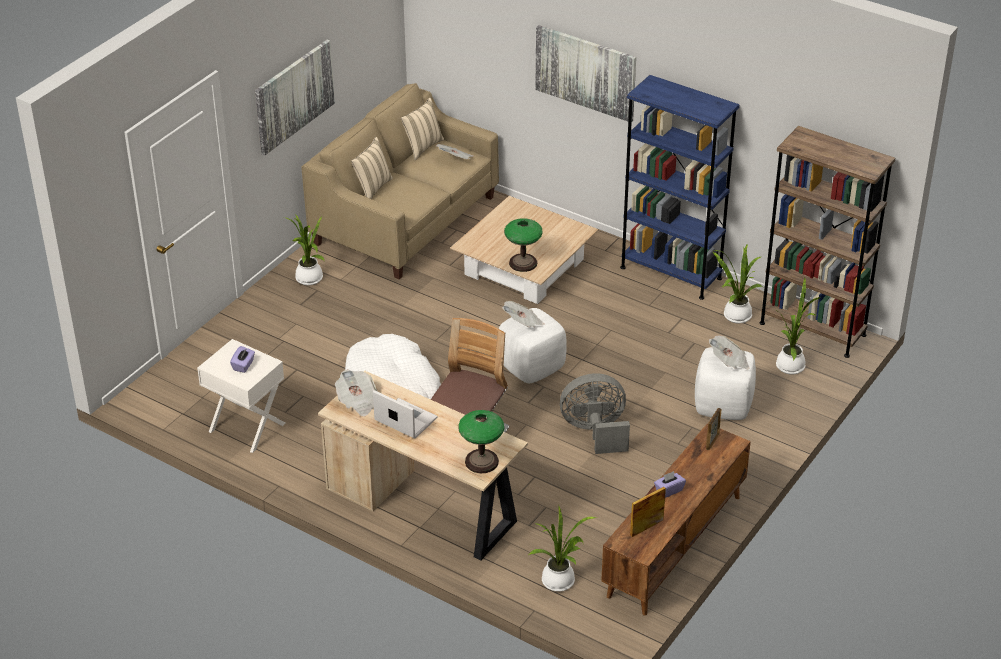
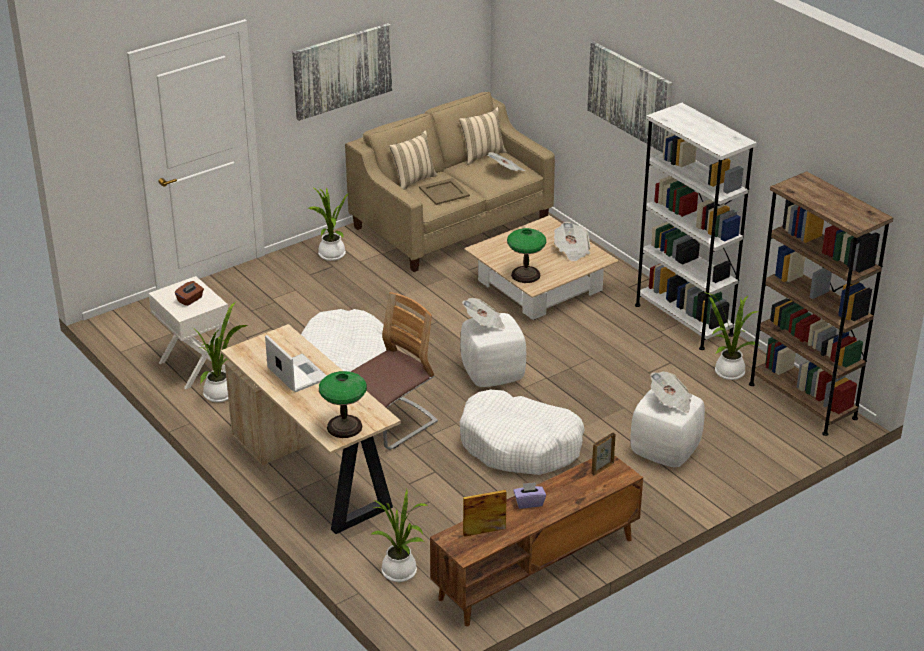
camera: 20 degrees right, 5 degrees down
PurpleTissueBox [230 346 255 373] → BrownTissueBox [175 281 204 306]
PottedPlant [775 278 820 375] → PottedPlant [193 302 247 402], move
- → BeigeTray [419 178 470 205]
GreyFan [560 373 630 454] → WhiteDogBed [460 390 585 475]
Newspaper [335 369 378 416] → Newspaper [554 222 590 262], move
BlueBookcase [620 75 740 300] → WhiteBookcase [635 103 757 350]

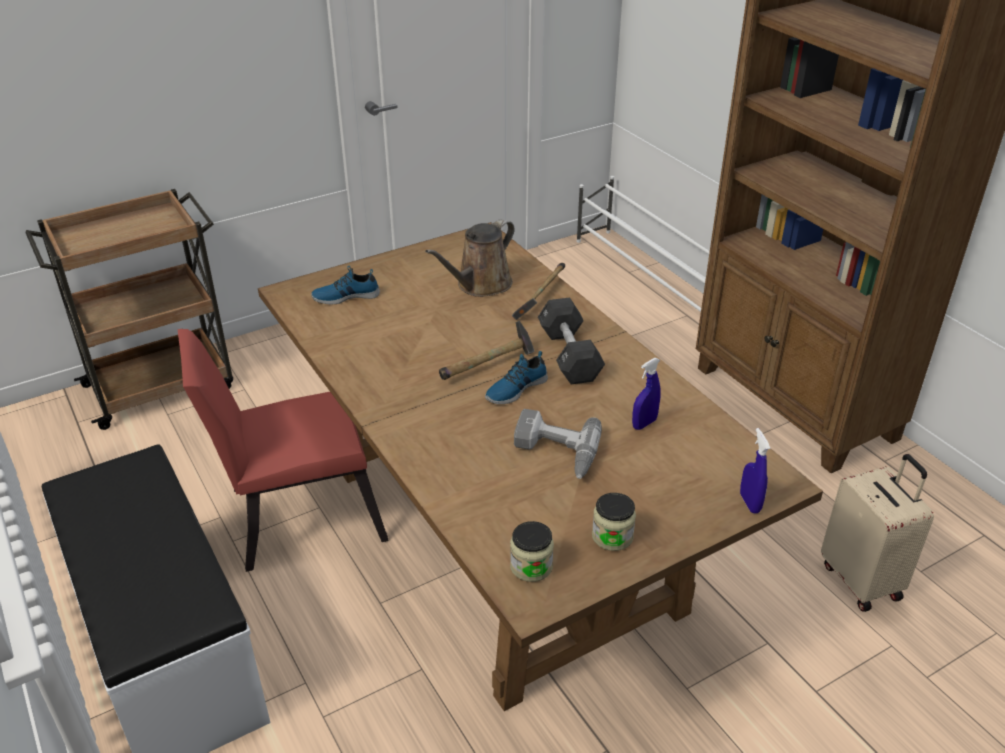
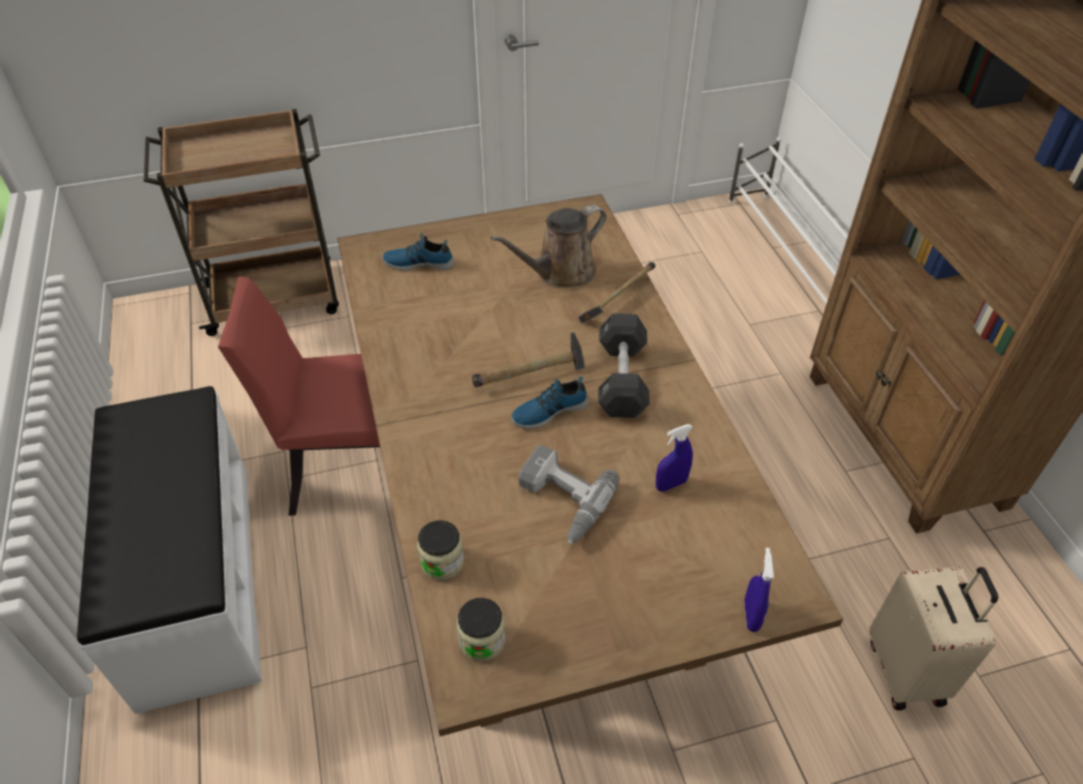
camera: 15 degrees right, 10 degrees up
Jar [592 493 636 551] → Jar [417 520 464 580], move

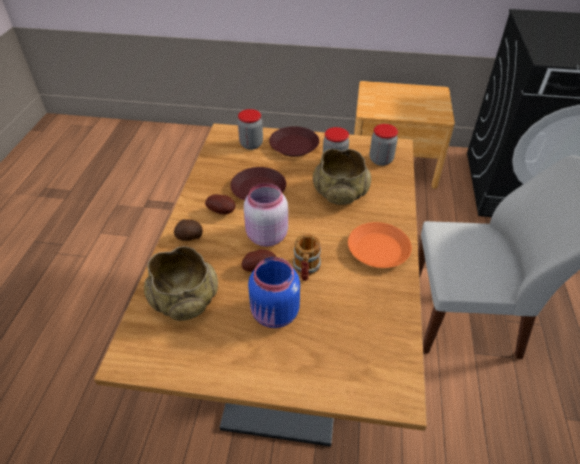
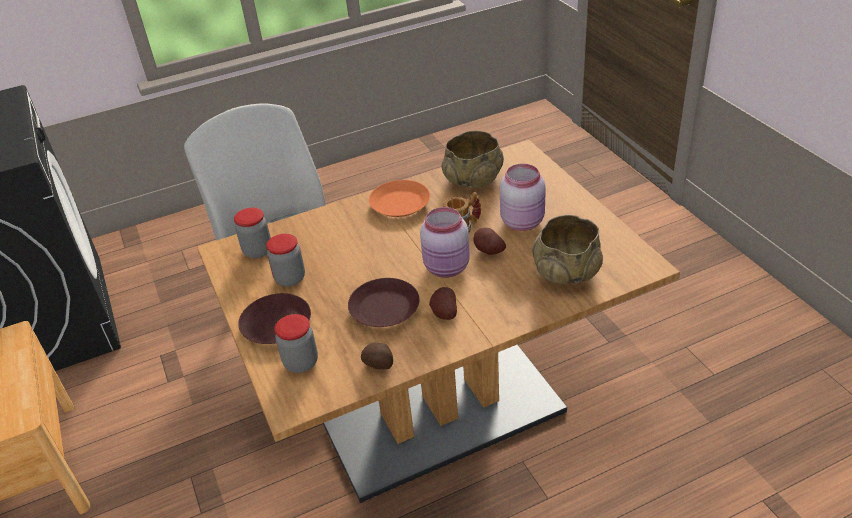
camera: 120 degrees left, 5 degrees down
Potato [174 219 203 241] → Potato [361 342 393 370], move
BeigeBowl [313 149 371 205] → BeigeBowl [441 131 504 188], move
BlueJar [248 257 300 328] → PinkJar [500 164 546 231]

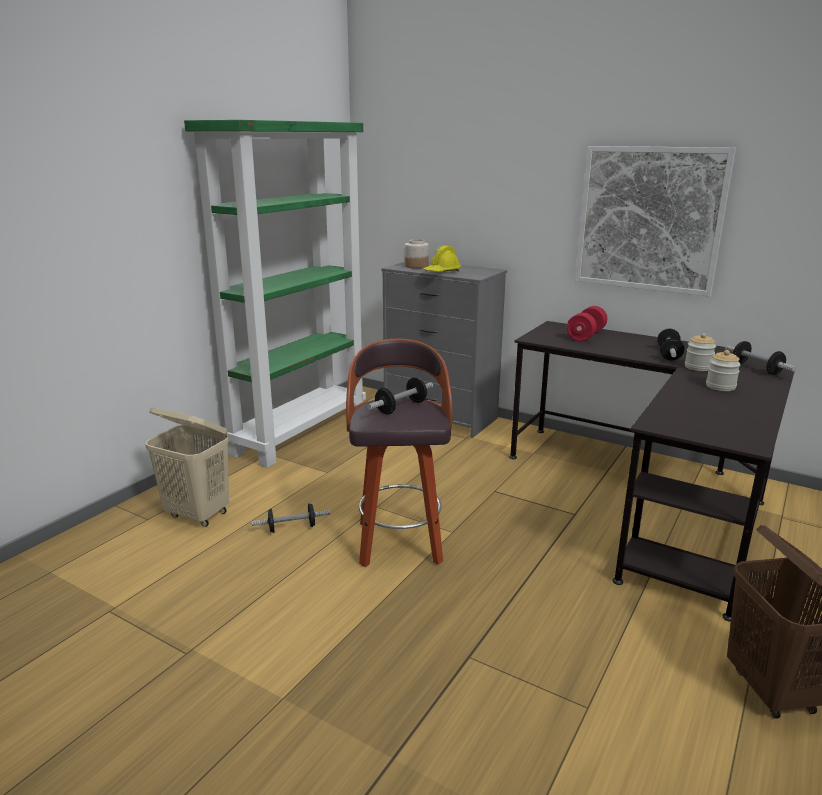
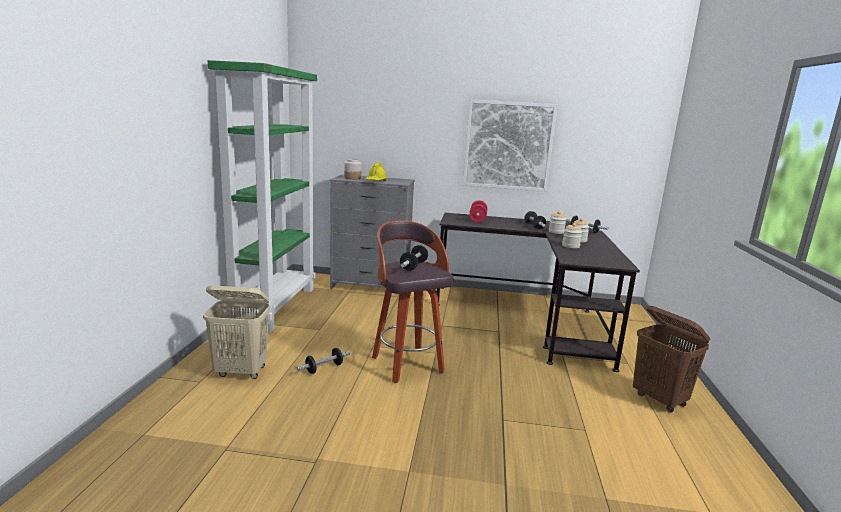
camera: 25 degrees left, 5 degrees down
- → Jar [562 223 582 248]

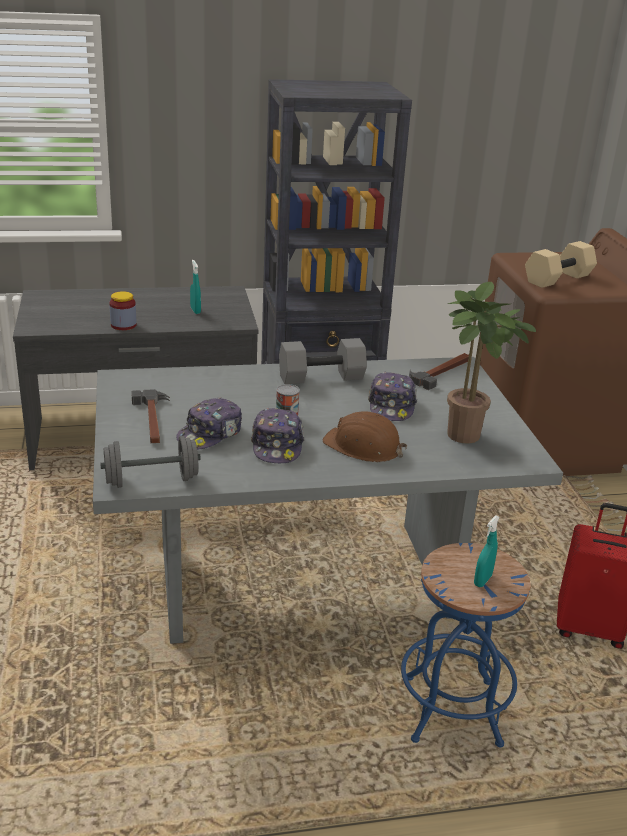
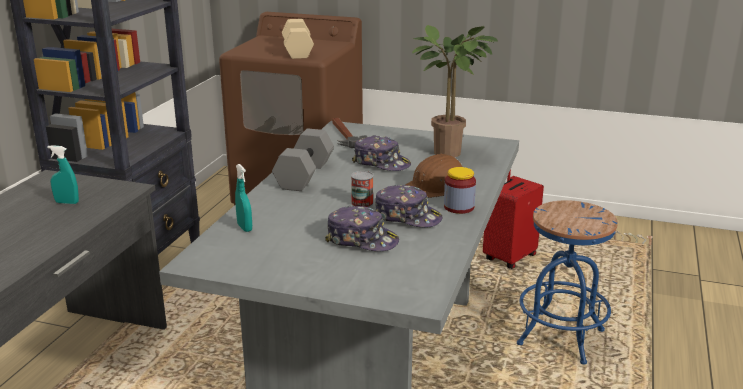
camera: 60 degrees left, 5 degrees down
TurquoiseSprayBottle [474 515 500 587] → TurquoiseSprayBottle [235 164 252 232], move
Cap [176 398 242 449] → Cap [325 205 399 251], 45 degrees counterclockwise
Jar [109 291 137 330] → Jar [444 167 476 214], move
GreyDumbbell [100 436 201 488] → -
Hammer [131 389 170 443] → -

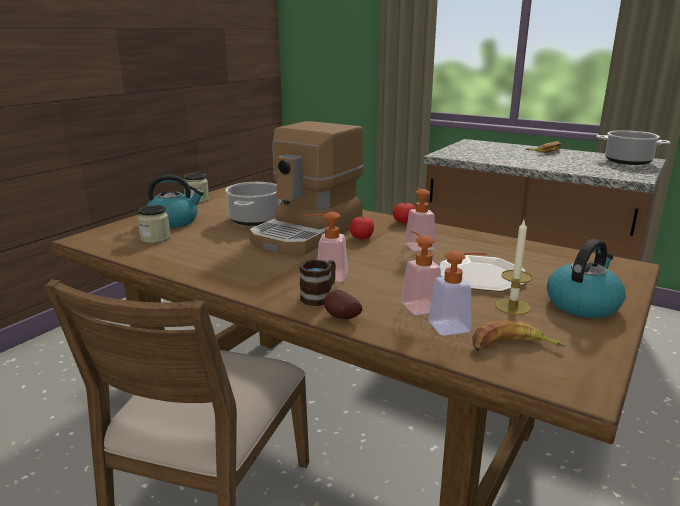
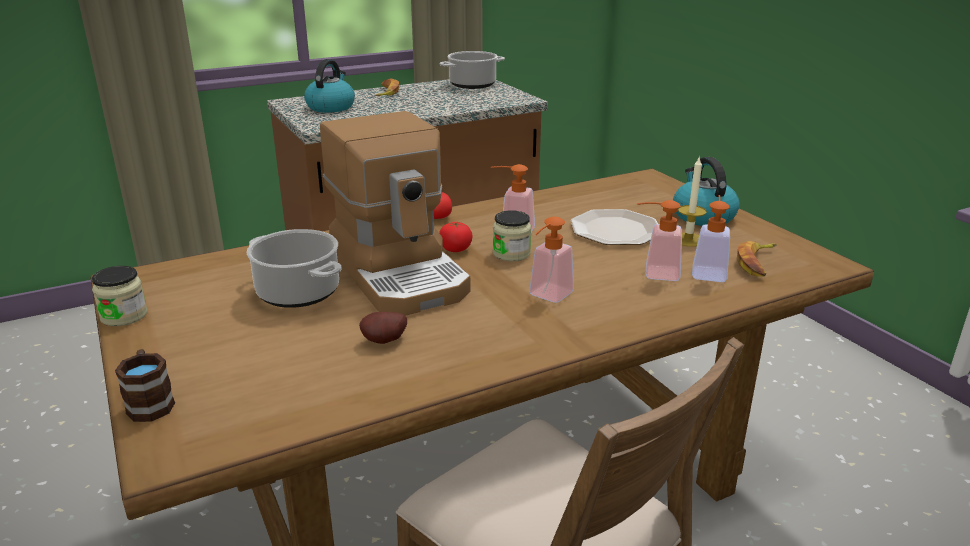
camera: 60 degrees left, 5 degrees up
BrownMug [299 260 336 306] → BrownMug [115 349 175 422], move
Kettle [147 175 204 228] → Kettle [304 59 355 113], move
Potato [324 290 362 319] → Potato [359 312 407 344], move
Jar [137 205 171 243] → Jar [493 210 531 262], move

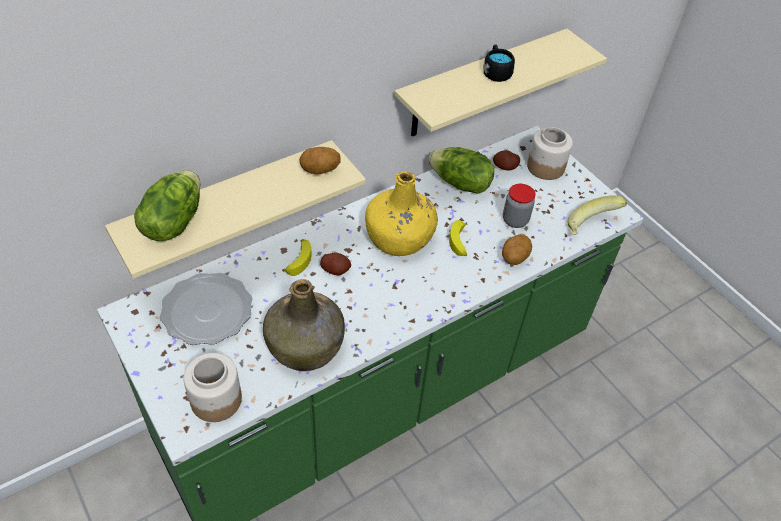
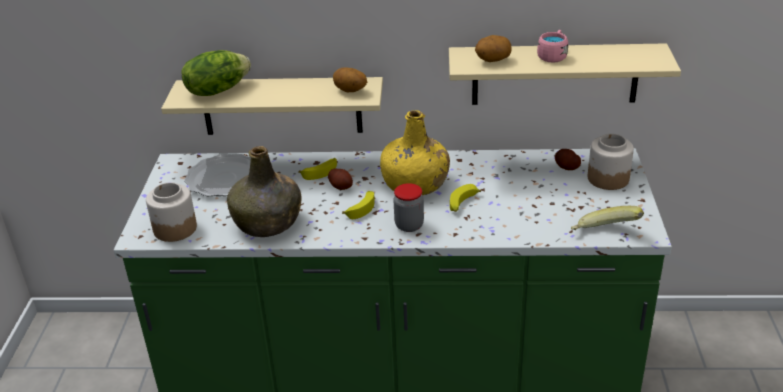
camera: 40 degrees right, 15 degrees down
- → Banana [342 191 375 219]
Jar [503 184 536 228] → Jar [393 183 424 232], move
Potato [502 234 532 265] → Potato [475 35 512 62], move
BlackMug [483 44 515 82] → PinkMug [537 30 568 63]
Lettuce [428 147 494 194] → -

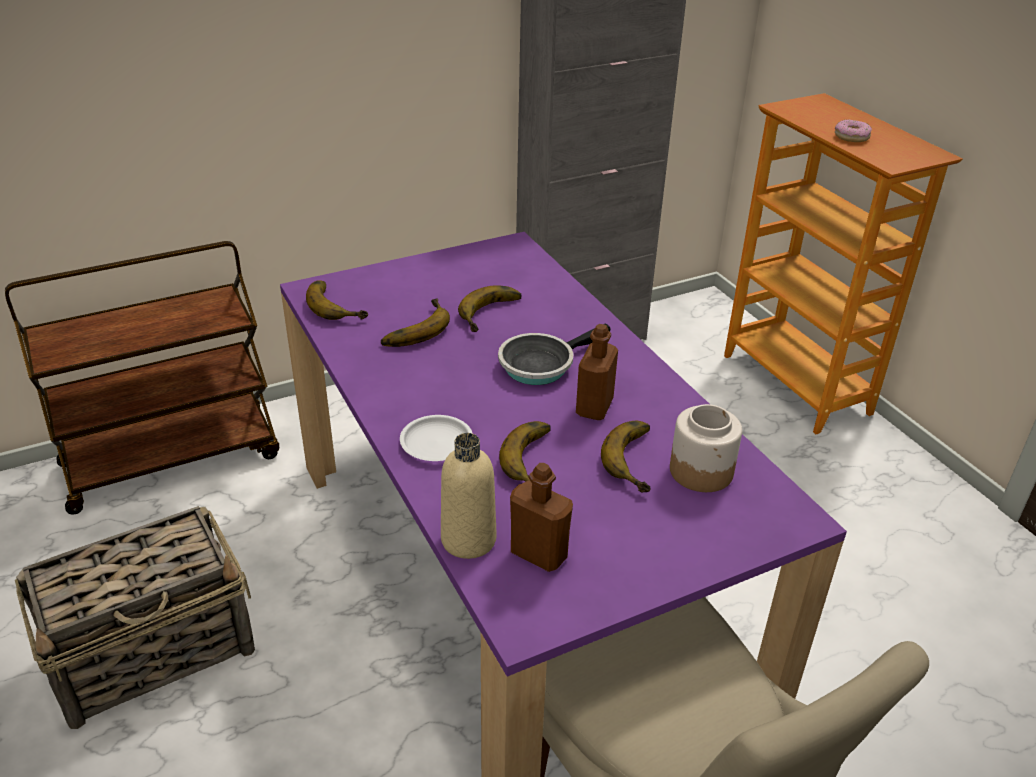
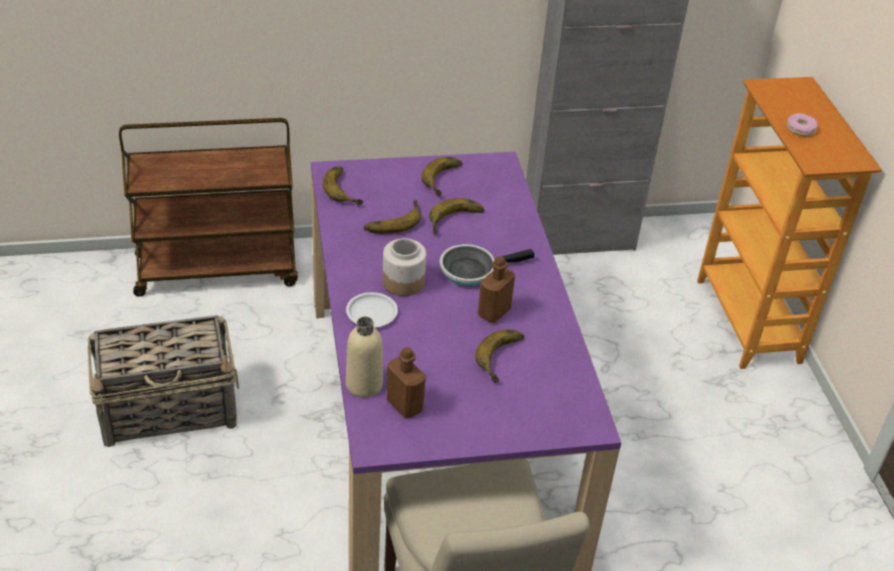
camera: 15 degrees right, 5 degrees up
Jar [670 404 742 492] → Jar [382 238 426 296], move
Banana [499 421 551 482] → Banana [421 157 462 196], move

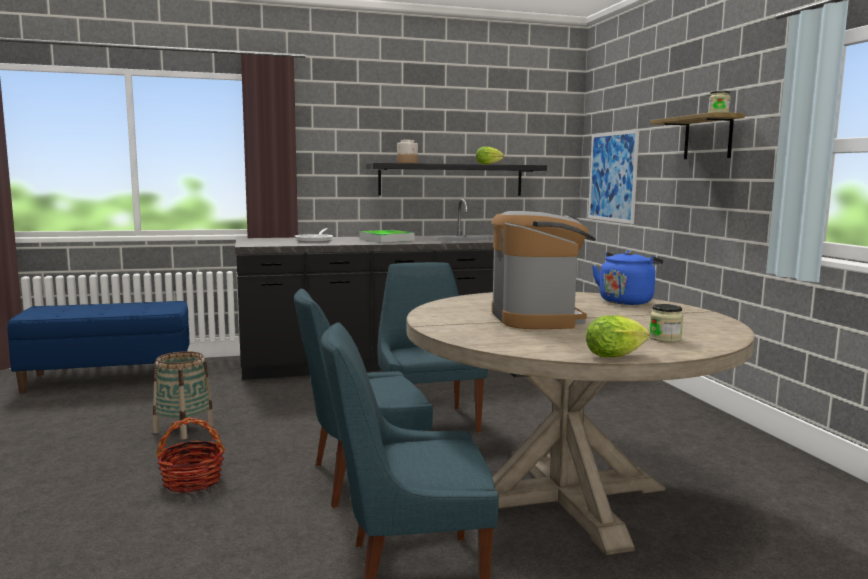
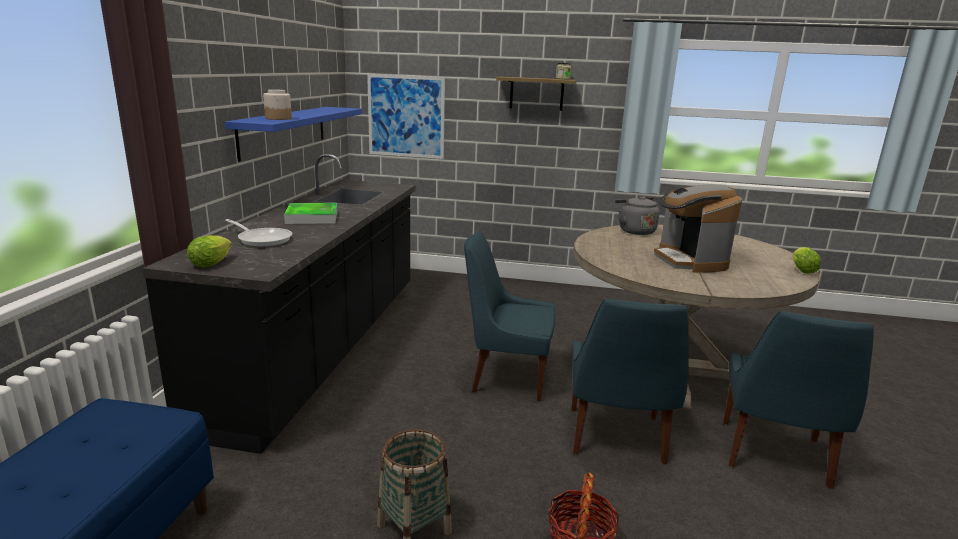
camera: 65 degrees left, 10 degrees up
Lettuce [476 147 504 164] → Lettuce [187 235 232 267], move
BlackShelf [366 163 547 196] → BlueShelf [225 107 362 162]
BlueKettle [592 250 663 305] → GreyKettle [615 196 660 235]
CoffeeMachine [491 211 596 329] → CoffeeMachine [654 185 742 273], 120 degrees counterclockwise
Jar [649 304 683 342] → -

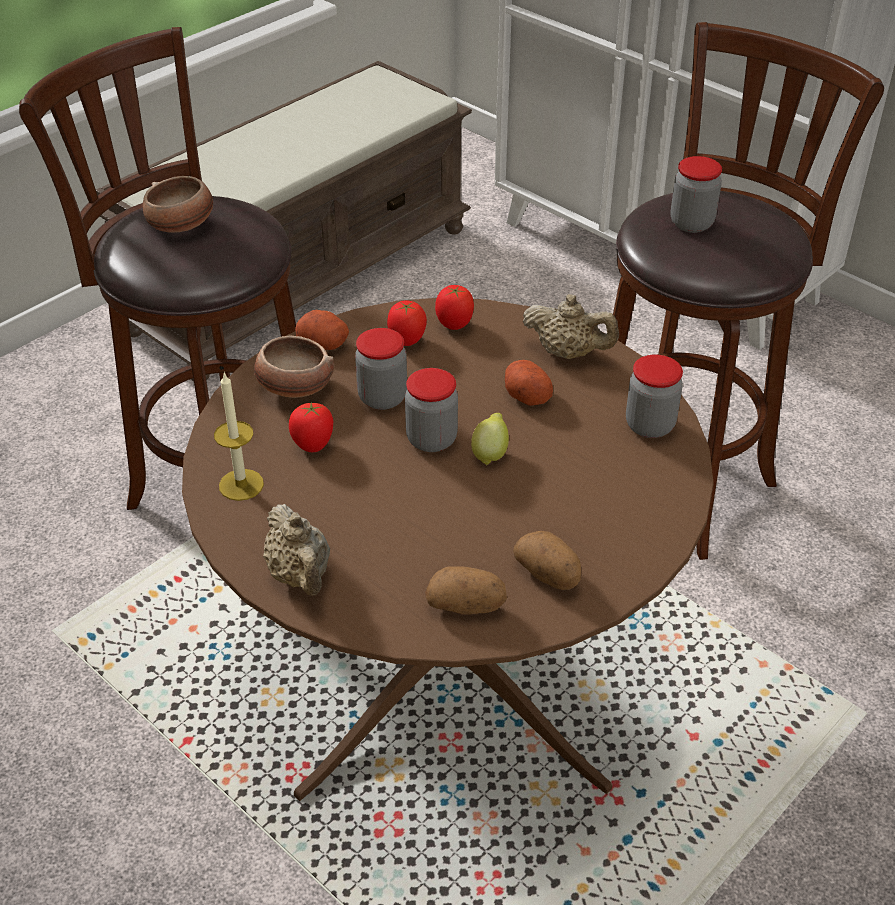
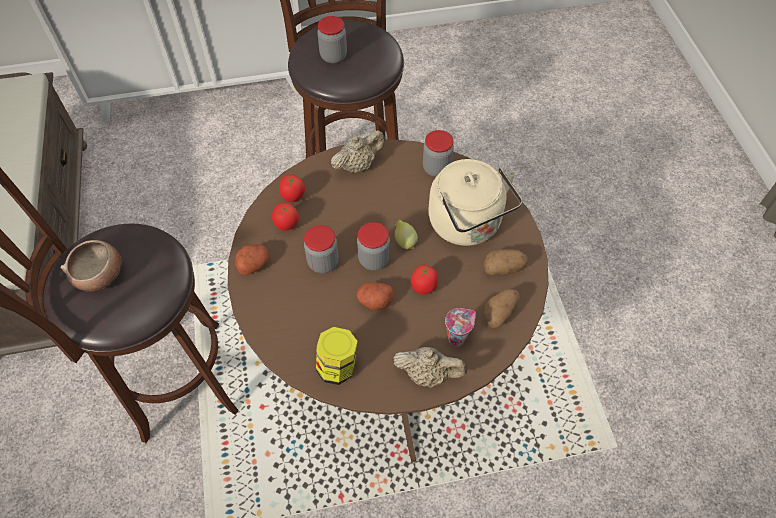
camera: 55 degrees left, 15 degrees up
Candle [214 372 264 501] → Jar [316 327 357 385]
Potato [505 360 553 406] → Potato [356 282 394 310], move
Tomato [289 403 333 452] → Tomato [411 264 438 294], move
- → BeigeKettle [428 159 523 246]
- → Cup [445 308 476 347]
Bowl [254 335 334 398] → -

